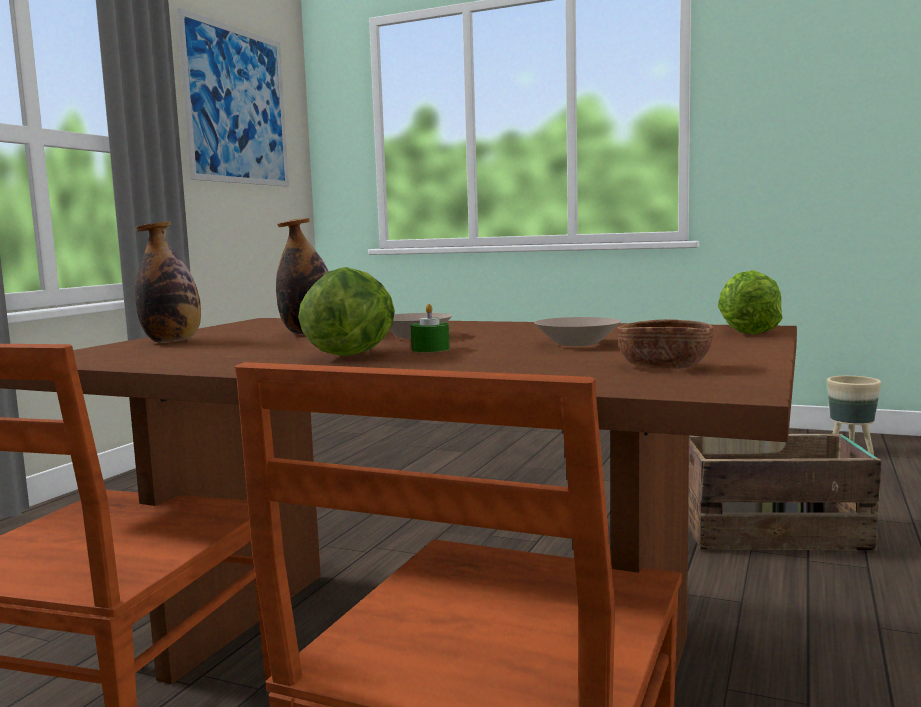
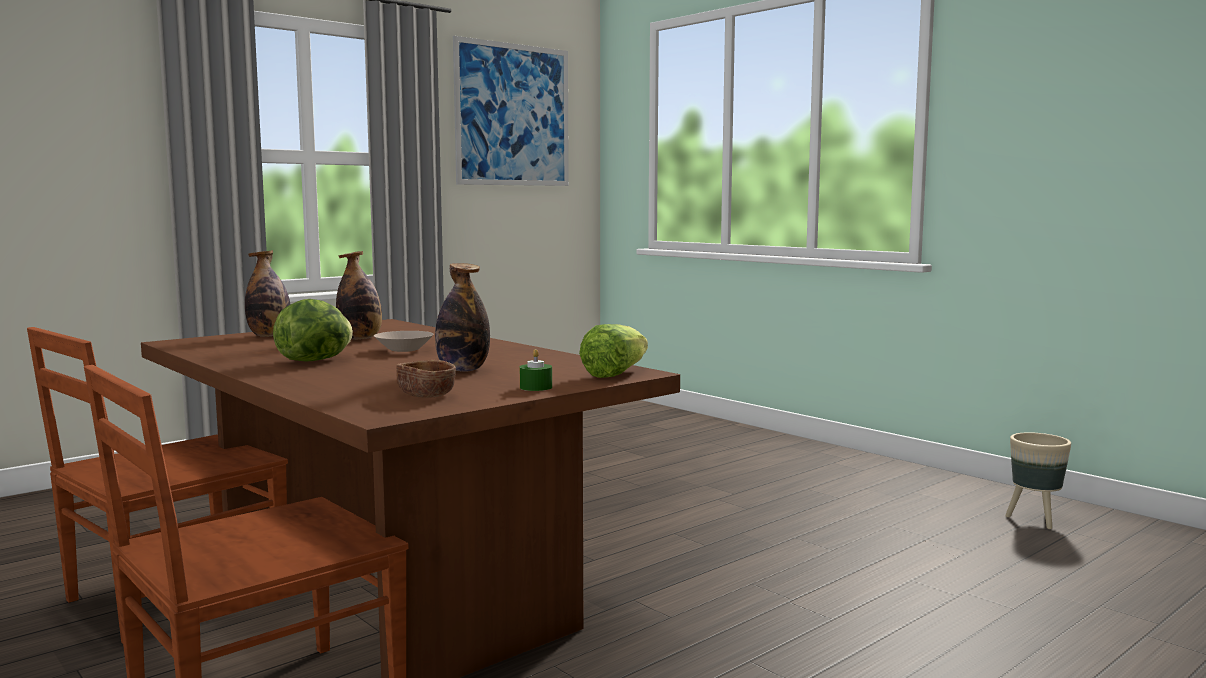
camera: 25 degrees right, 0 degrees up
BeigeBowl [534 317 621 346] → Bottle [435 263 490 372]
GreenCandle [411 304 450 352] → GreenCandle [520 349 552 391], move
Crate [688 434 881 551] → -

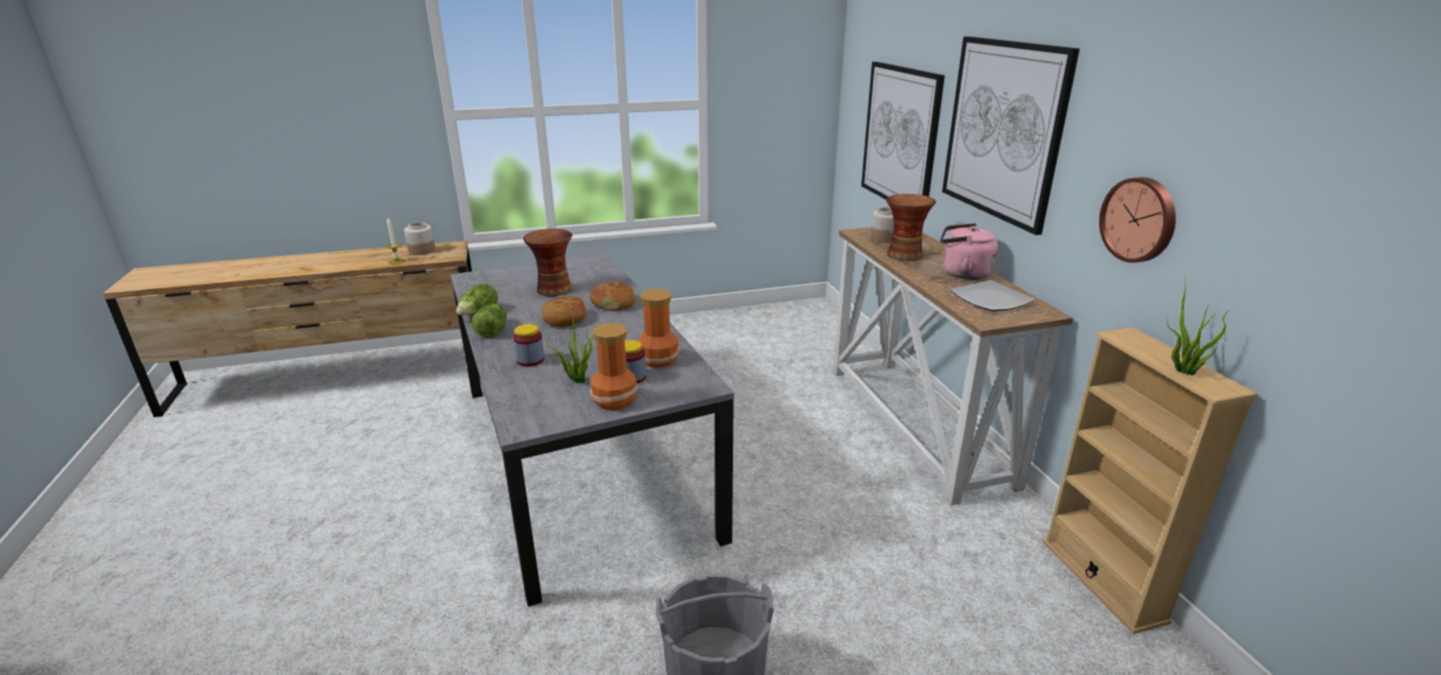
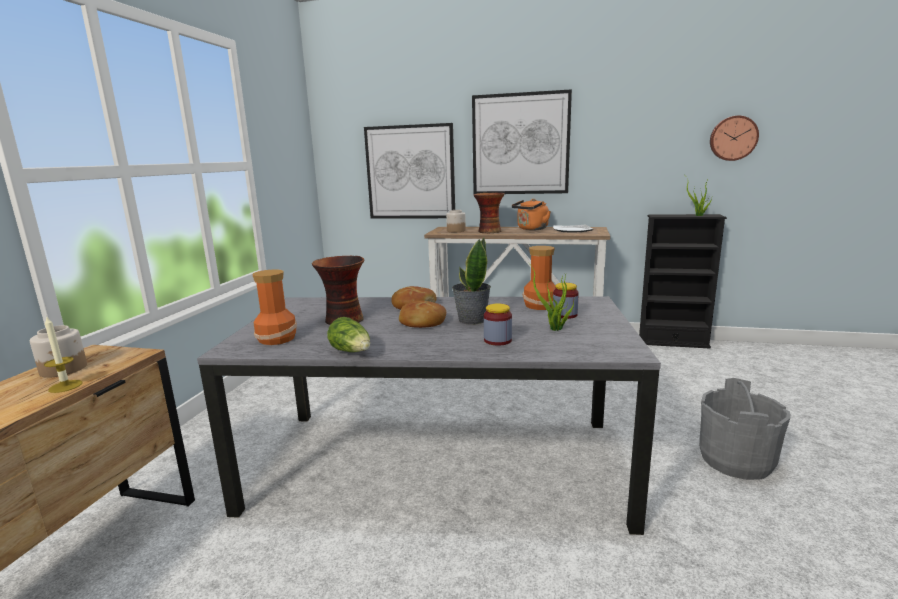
camera: 60 degrees left, 10 degrees down
Vase [590 323 638 410] → Vase [252 269 297 345], move
- → PottedPlant [452 238 491 325]
PinkKettle [940 223 998 280] → OrangeKettle [512 199 551 230]
BeigeBookcase [1042 327 1258 634] → BlackBookcase [639 214 727 348]
WallClock [1099 177 1176 263] → WallClock [710 116 759 161], move
Lettuce [471 304 507 338] → -

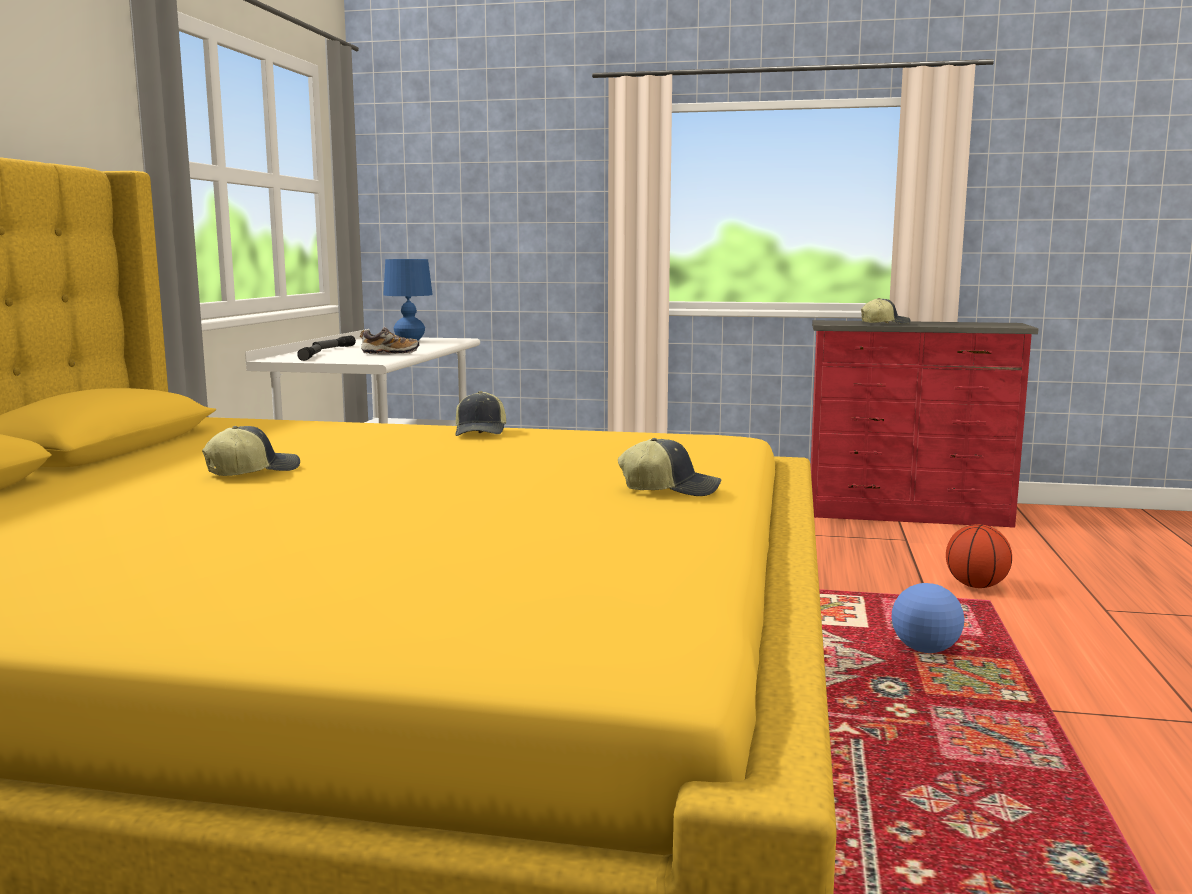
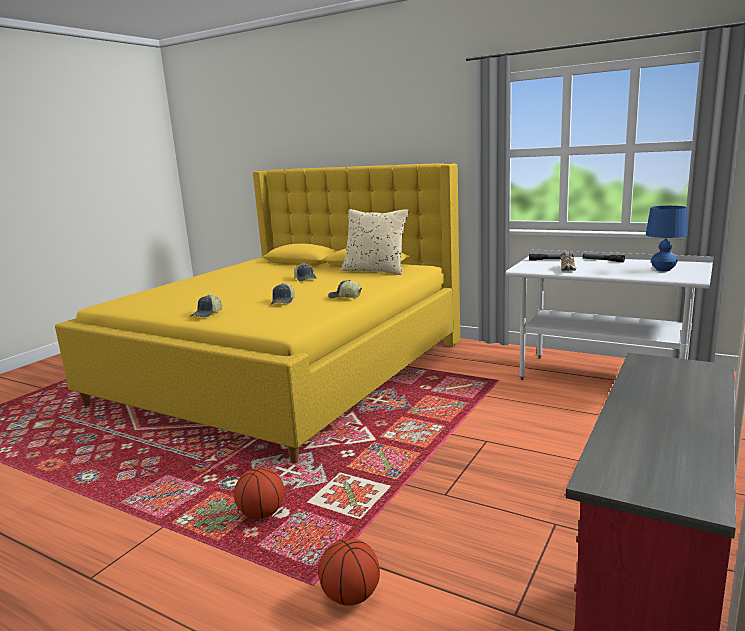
camera: 110 degrees right, 5 degrees up
Football [892 583 964 653] → Basketball [234 467 284 519]
Cap [861 298 911 324] → Cap [271 283 295 305], move
- → BeigePillow [341 209 409 275]

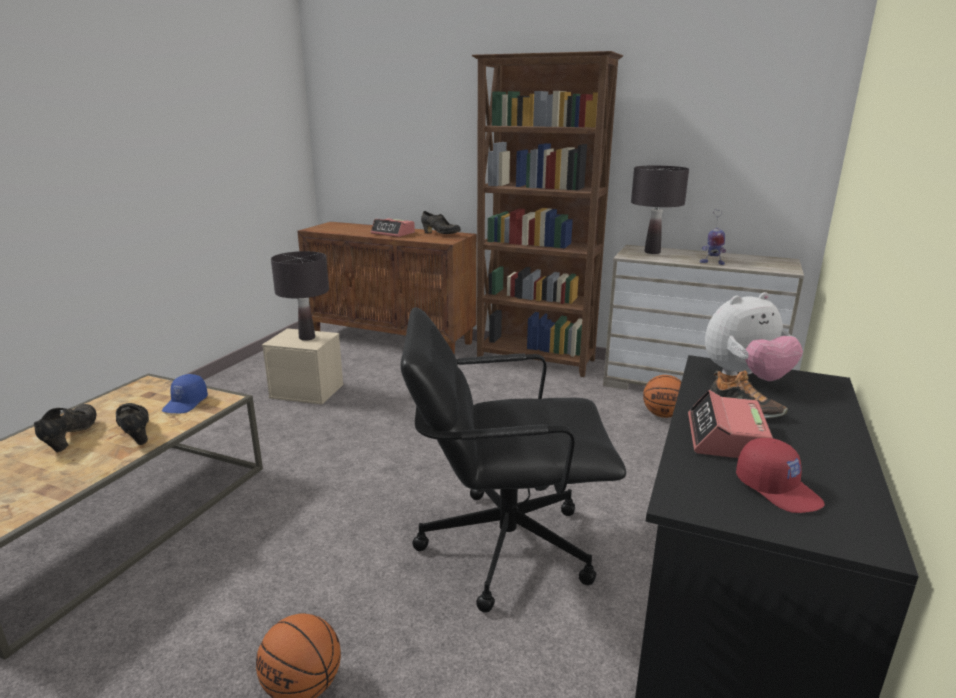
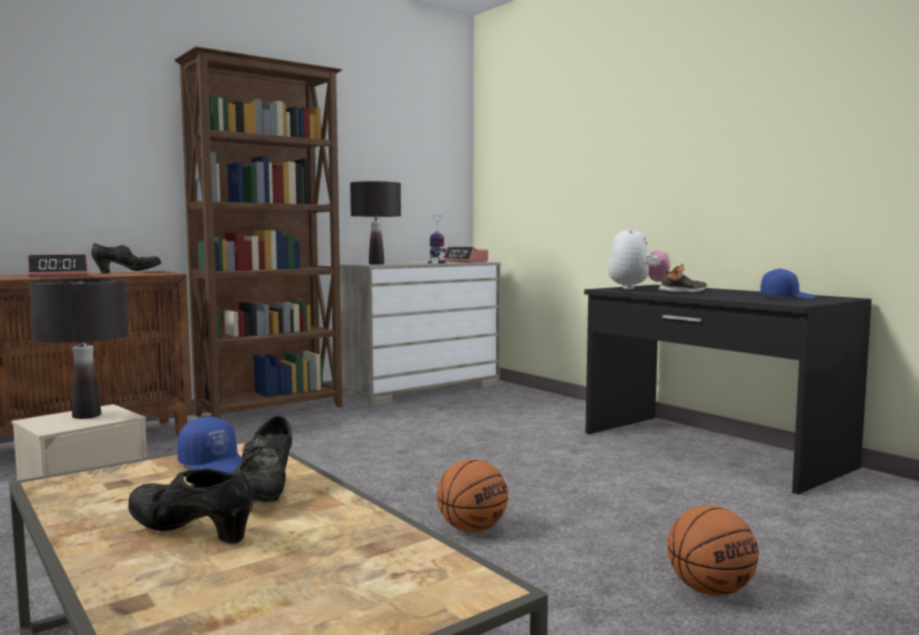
camera: 60 degrees left, 15 degrees down
BlackShoe [116 403 149 445] → BlackShoe [234 416 292 502], 90 degrees counterclockwise
Basketball [643 375 681 418] → Basketball [437 459 508 532], move
AlarmClock [688 390 773 458] → AlarmClock [443 247 488 262], move
RedCap [736 438 825 513] → BlueCap [761 268 815 299]
BlackOfficeChair [400 307 626 612] → -

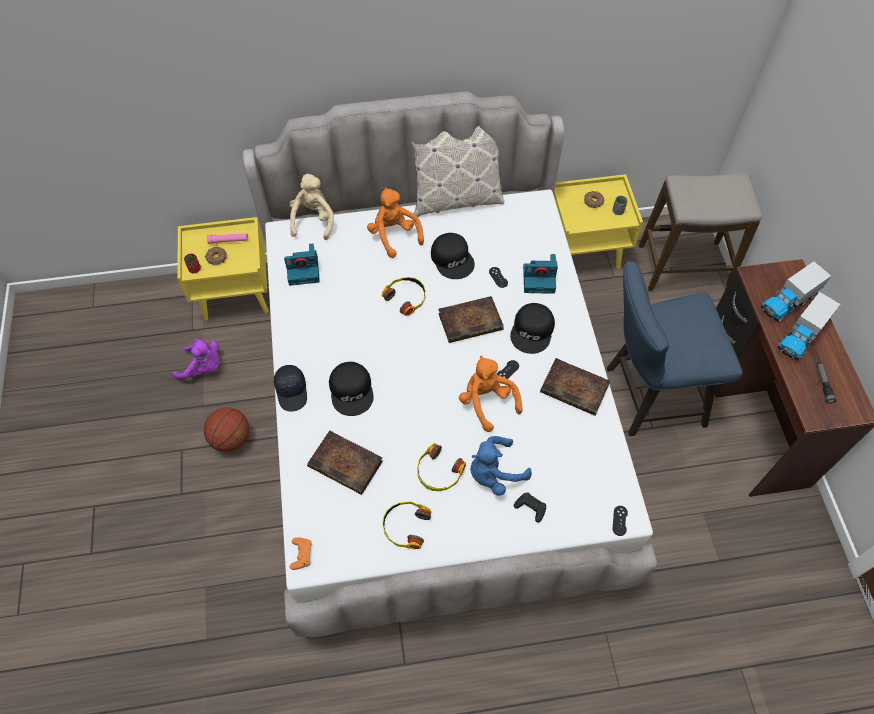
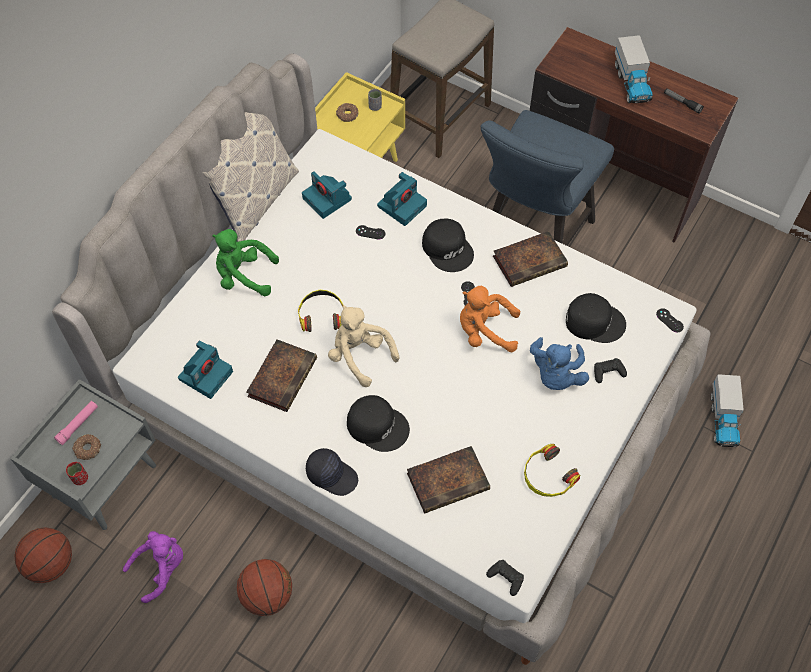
camera: 50 degrees left, 0 degrees up
YellowNightstand [177 217 268 320] → GreyNightstand [10 379 156 530]
- → Basketball [15 527 72 583]
OrangePlushToy [367 188 424 258] → GreenPlushToy [212 229 279 296]
Book [438 296 504 343] → Book [246 339 317 412], move
- → PhotoCamera [302 171 352 219]
BeigePlushToy [290 174 334 240] → BeigePlushToy [328 305 399 387], move
OrangeGameController [290 538 312 570] → BlackGameController [486 560 524 596]
BlackCap [431 233 475 279] → BlackCap [566 293 626 343], move
ToyTruck [761 261 831 322] → ToyTruck [711 374 744 447], move
Headphones [417 443 466 491] → -

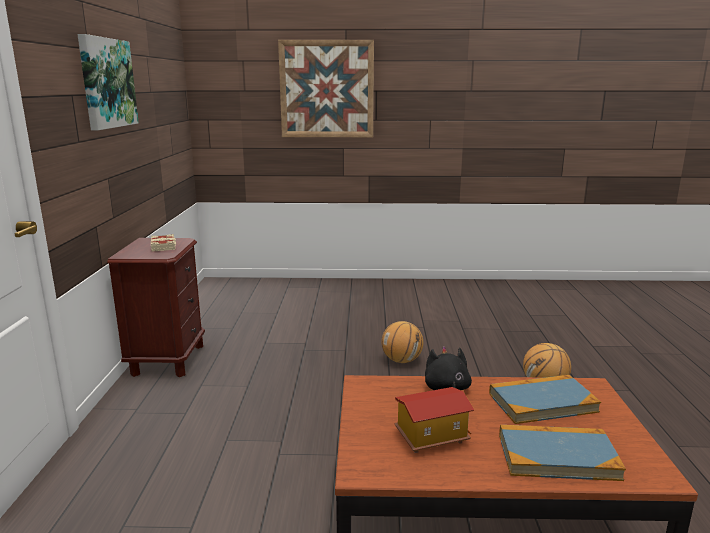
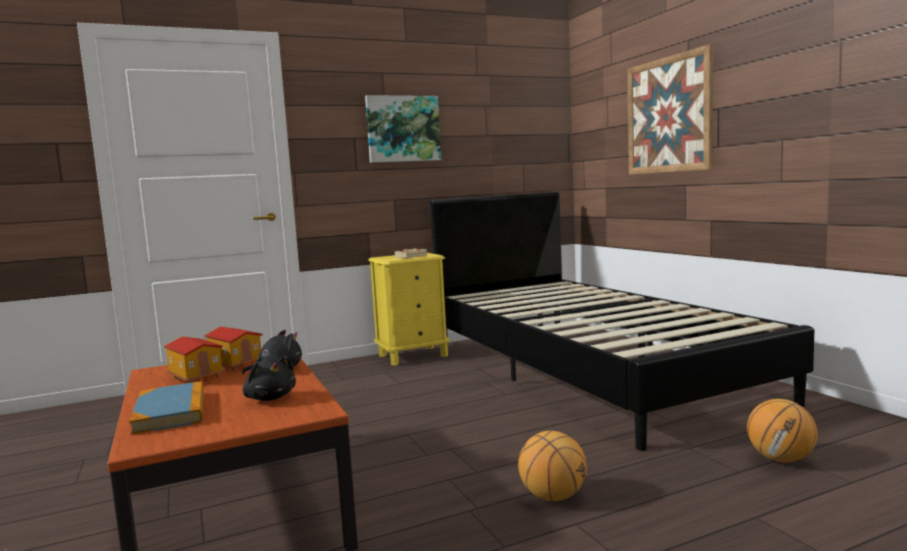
camera: 65 degrees right, 10 degrees down
- → ToyHouse [204 327 263 371]
Book [489 375 601 424] → BlackPlushToy [242 356 296 401]
BrownNightstand [107 238 205 377] → YellowNightstand [368 253 450 366]
- → BlackBed [430 192 814 451]
Basketball [381 321 424 363] → Basketball [747 399 817 463], move

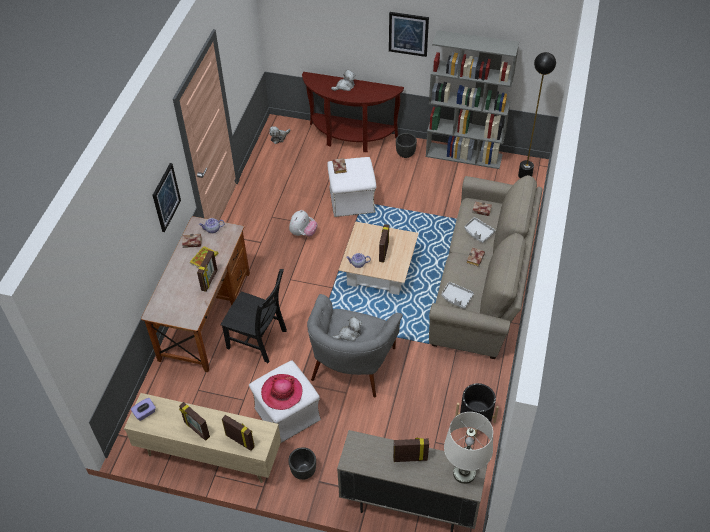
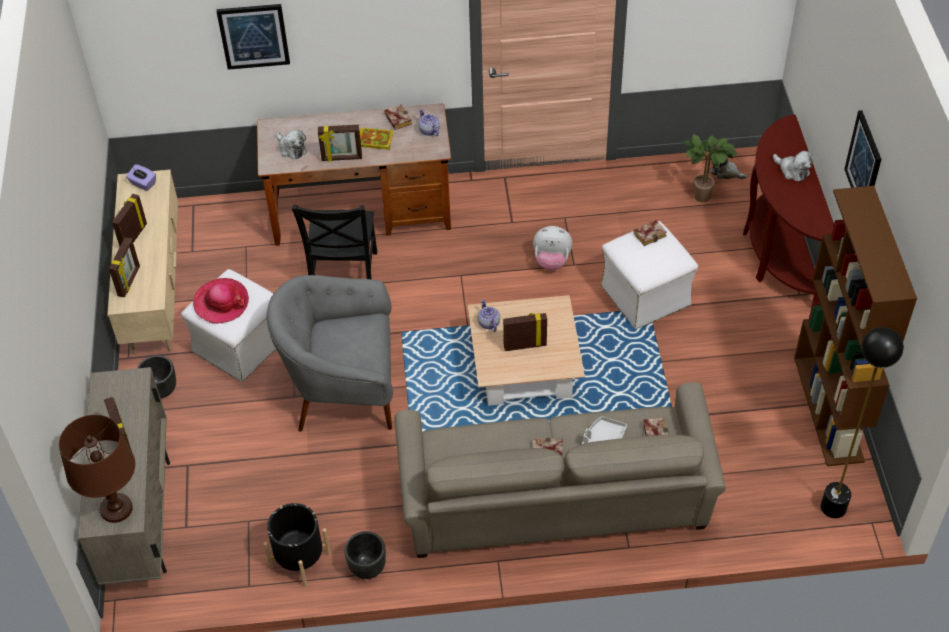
camera: 70 degrees right, 0 degrees up
WhiteTableLamp [444 412 493 484] → BrownTableLamp [59 414 135 523]
Picture [153 163 181 232] → Picture [216 4 290 70], move
PlushToy [332 316 362 342] → PlushToy [276 130 307 159], move
BlackPlanter [396 133 417 158] → BlackPlanter [344 531 386 579], move
- → PottedPlant [684 134 737 202]
GreyBookcase [426 30 519 169] → BrownBookcase [794 186 917 466]
GreyTray [441 282 474 309] → -

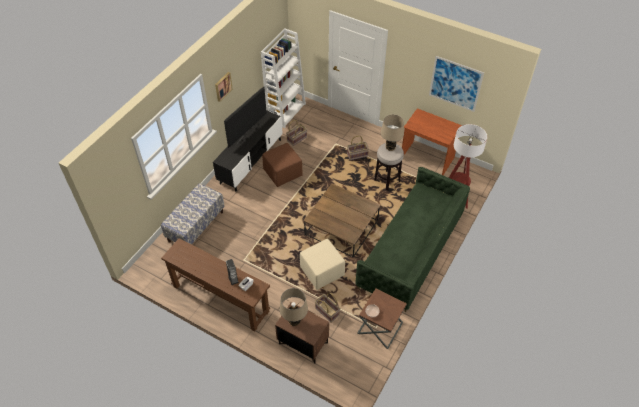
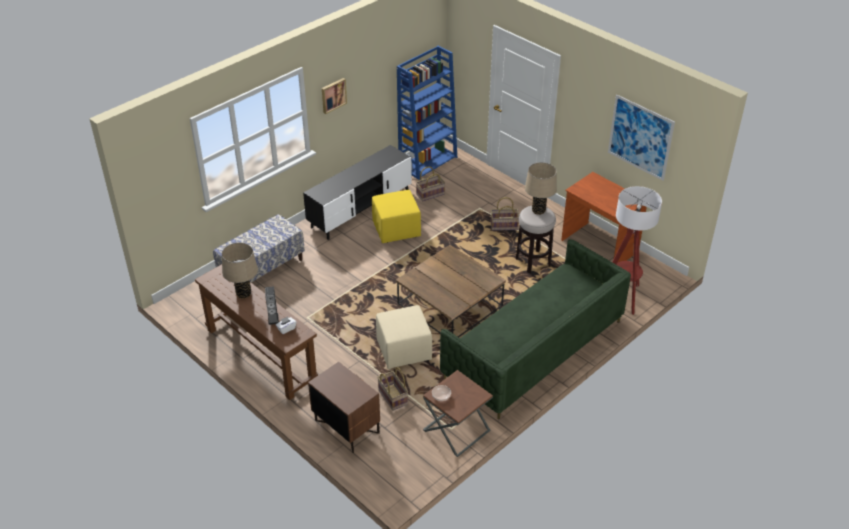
camera: 15 degrees right, 10 degrees down
BeigeTableLamp [280 288 308 326] → BeigeTableLamp [222 243 258 299], move
BrownOttoman [262 143 303 187] → YellowOttoman [372 190 421 243]
WhiteBookcase [261 28 306 128] → BlueBookcase [397 46 457 180]
Television [224 87 267 148] → -

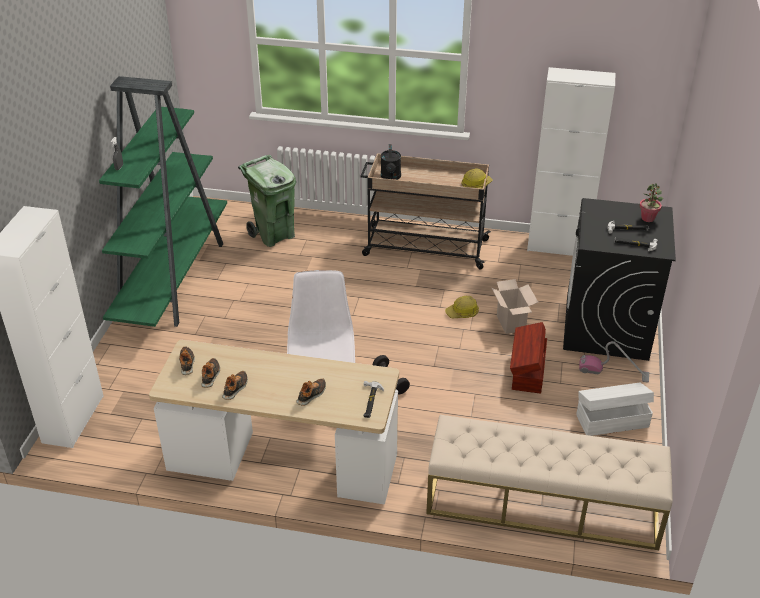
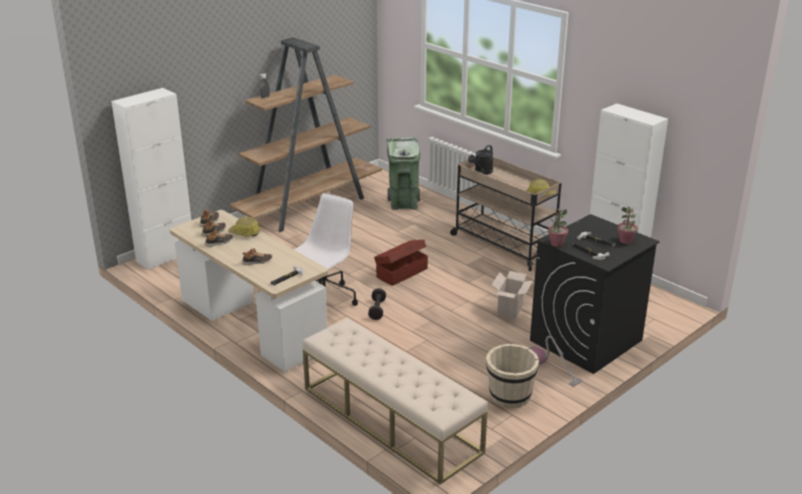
camera: 35 degrees right, 10 degrees down
HardHat [445 296 479 318] → HardHat [228 217 261 236], move
GreenBookcase [99 76 227 327] → BrownBookcase [229 37 382 232]
BrownStorageBox [510 322 547 393] → BrownStorageBox [374 240 428 286], move
WhiteStorageBox [576 383 654 436] → BeigeBucket [486 344 539 408]
- → PottedPlant [548 208 568 247]

